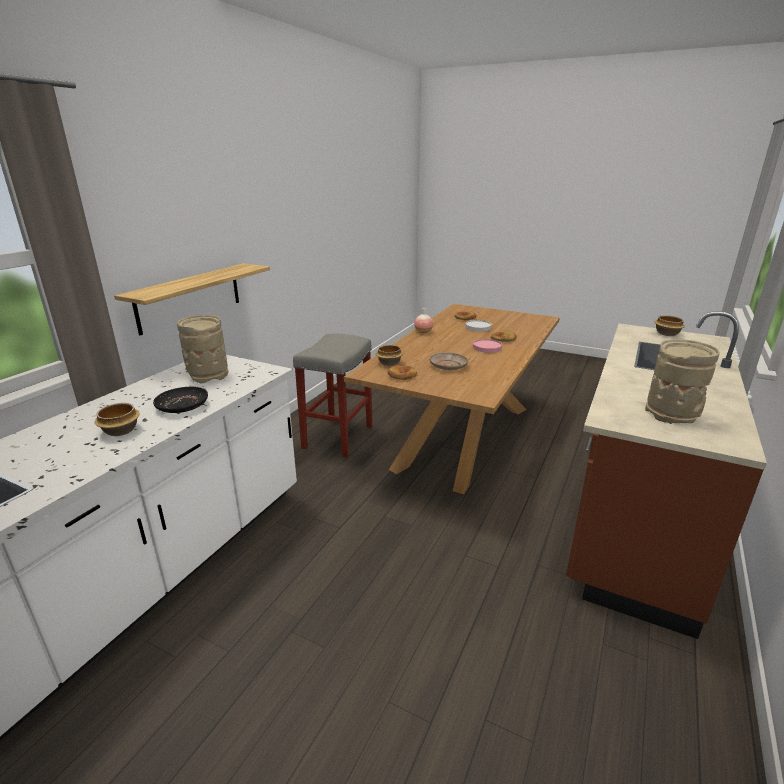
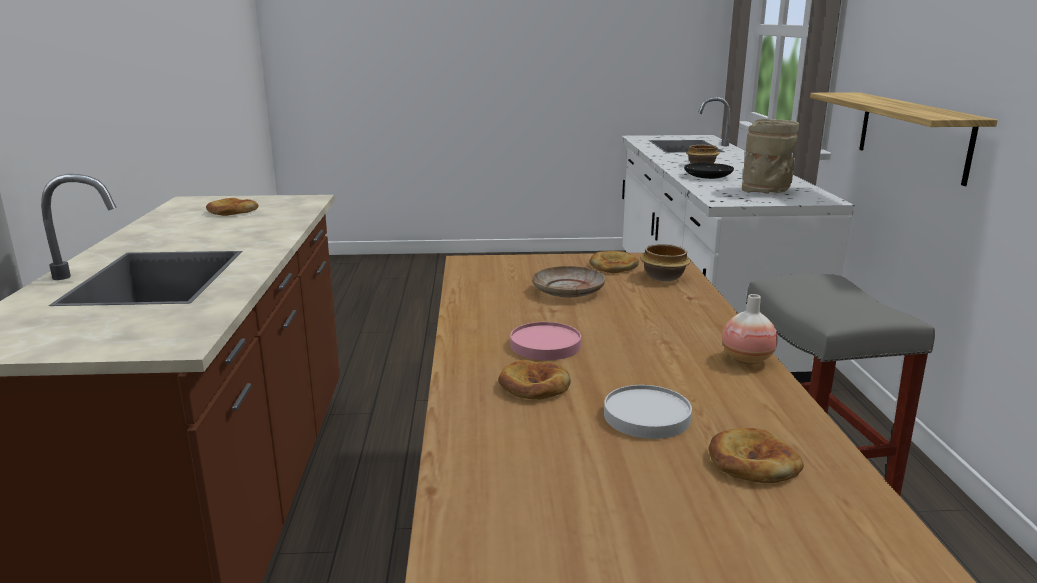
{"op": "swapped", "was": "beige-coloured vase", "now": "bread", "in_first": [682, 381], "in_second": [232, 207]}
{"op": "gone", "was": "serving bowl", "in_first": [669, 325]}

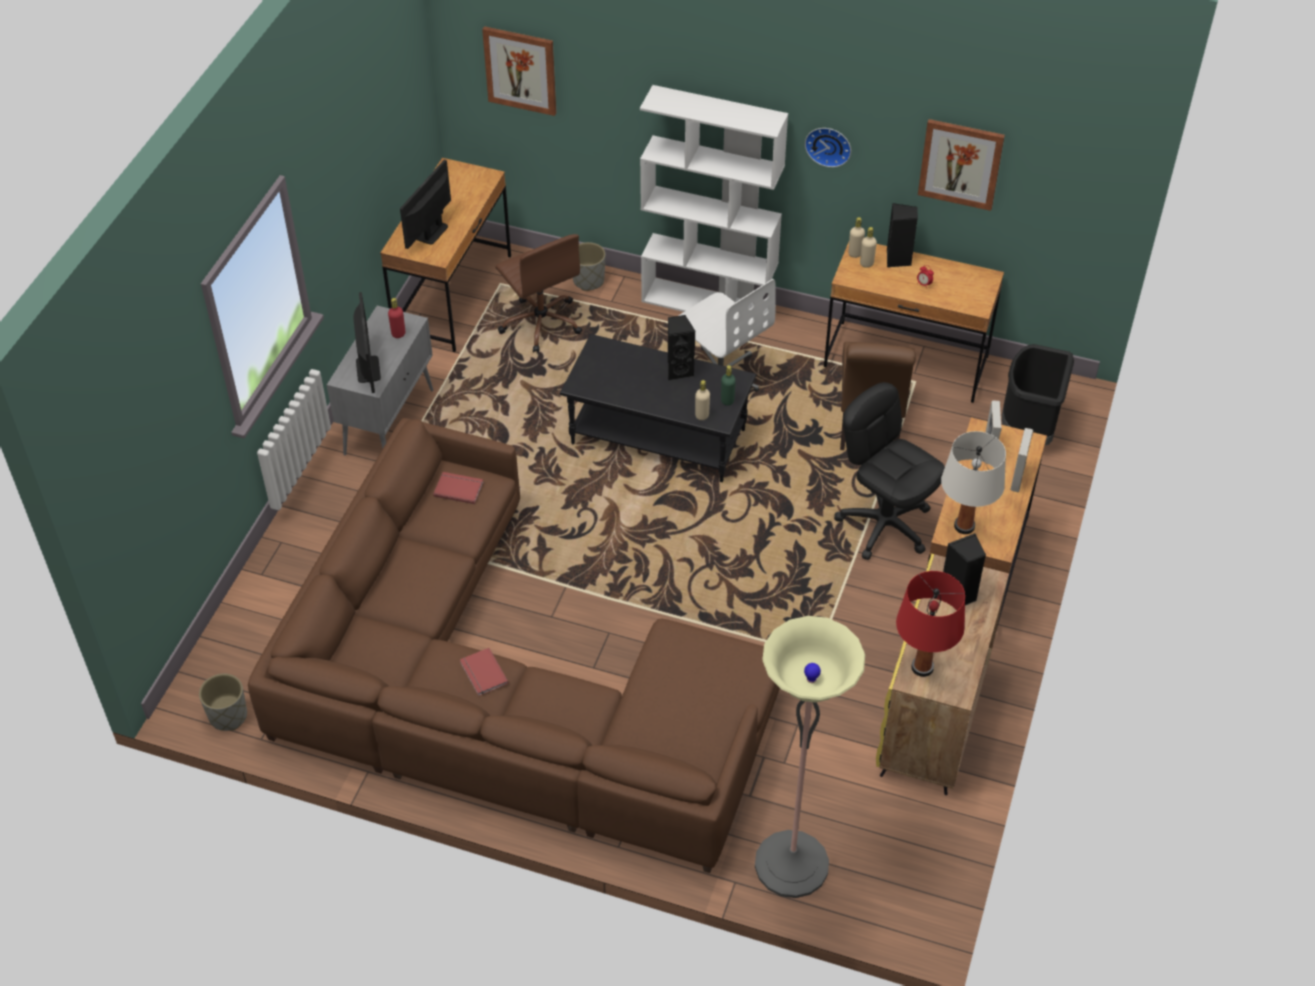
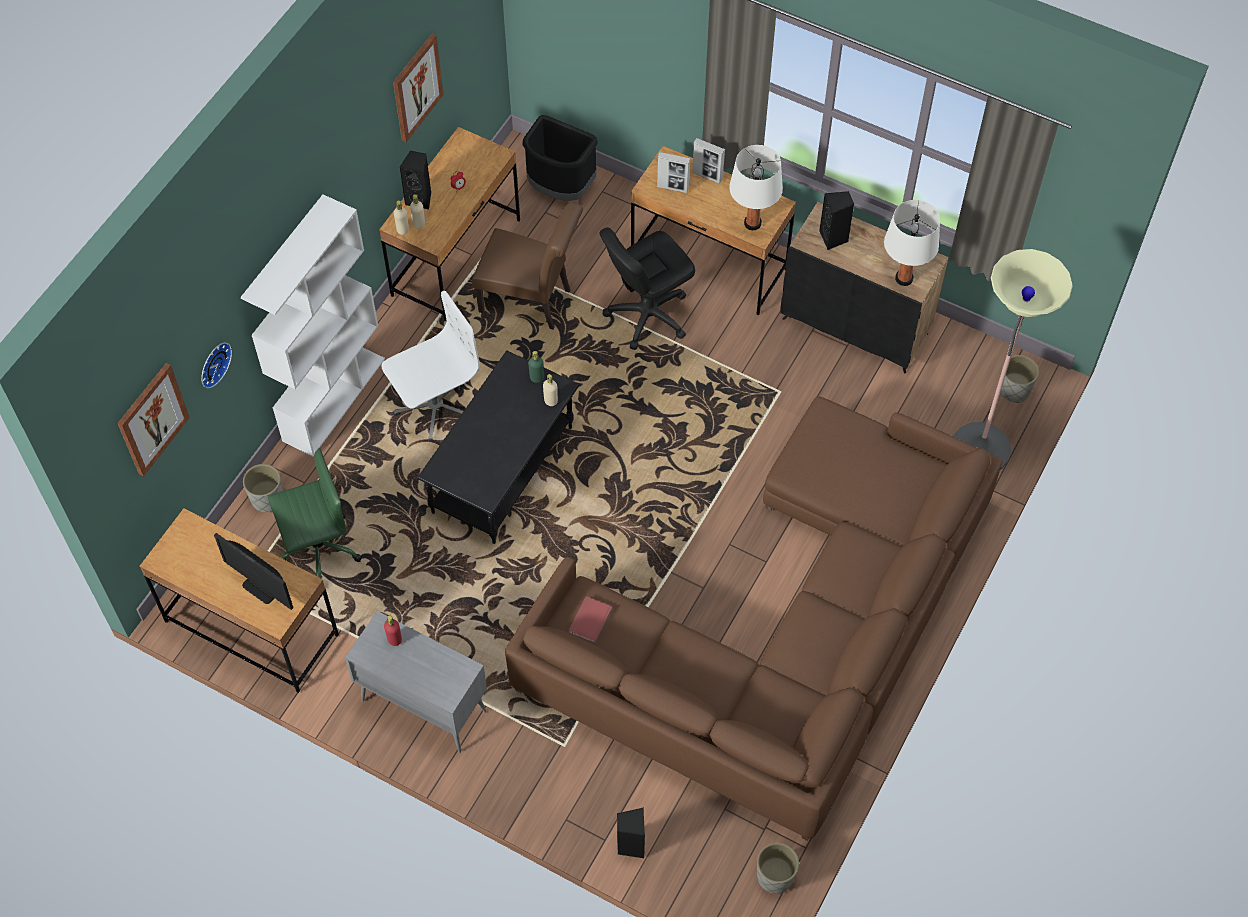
{"op": "gone", "was": "monitor", "in_first": [367, 342]}
{"op": "gone", "was": "red volume", "in_first": [484, 672]}
{"op": "repainted", "was": "brownish computer chair", "now": "green-coloured computer chair", "in_first": [539, 293], "in_second": [315, 513]}
{"op": "shifted", "was": "blackish speaker", "in_first": [681, 348], "in_second": [631, 832]}
{"op": "shifted", "was": "clock on the wall", "in_first": [828, 147], "in_second": [216, 365]}
{"op": "repainted", "was": "yellowish cupboard", "now": "blackish cupboard", "in_first": [942, 674], "in_second": [864, 287]}
{"op": "repainted", "was": "red table lamp", "now": "white table lamp", "in_first": [930, 624], "in_second": [912, 243]}
{"op": "new", "now": "grey plant pot", "in_second": [1019, 379]}

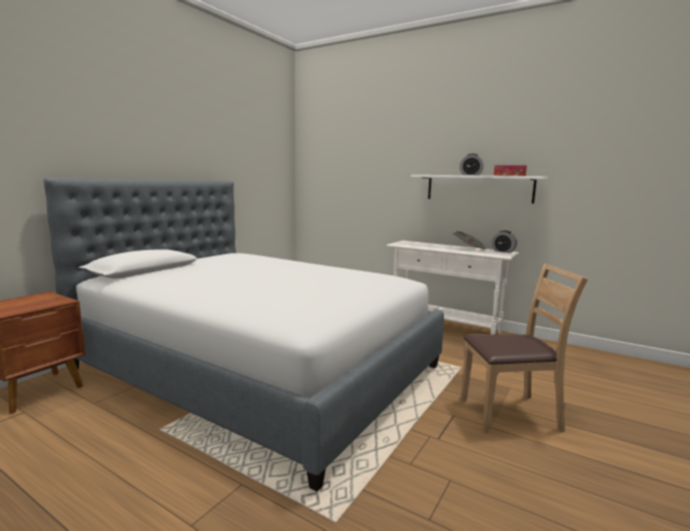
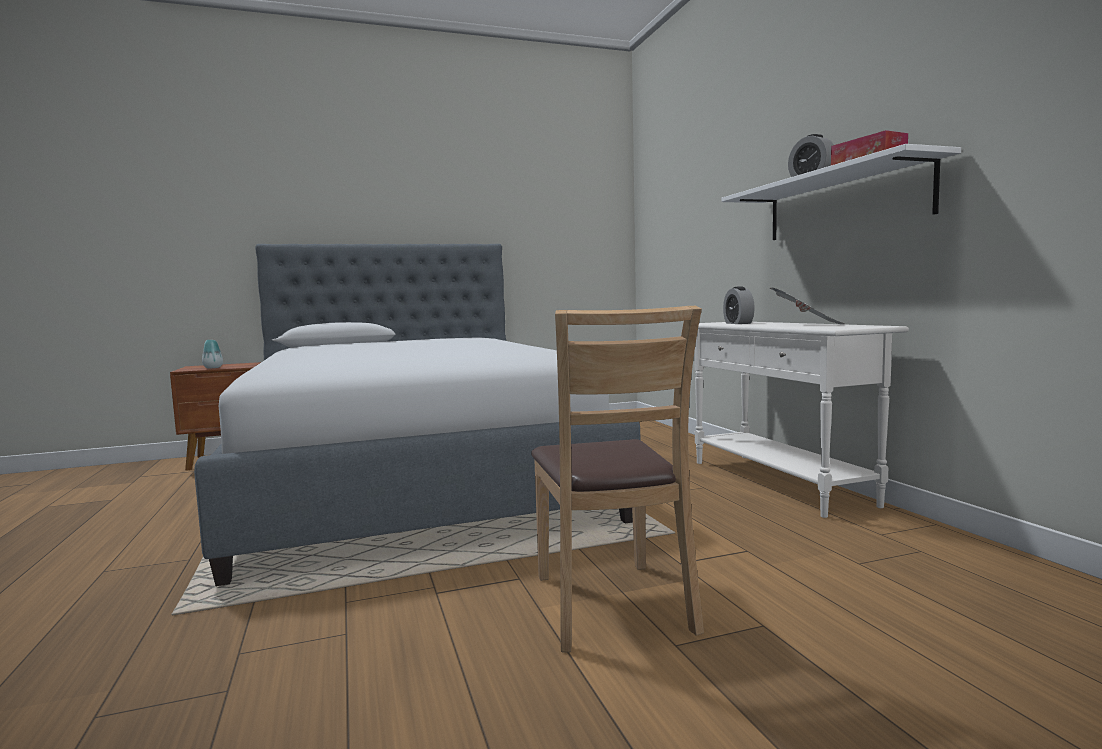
{"op": "rotated", "was": "brownish chair", "in_first": [524, 348], "in_second": [617, 479], "clockwise": 45}
{"op": "shifted", "was": "alarm clock", "in_first": [504, 241], "in_second": [739, 305]}
{"op": "new", "now": "vase", "in_second": [212, 354]}

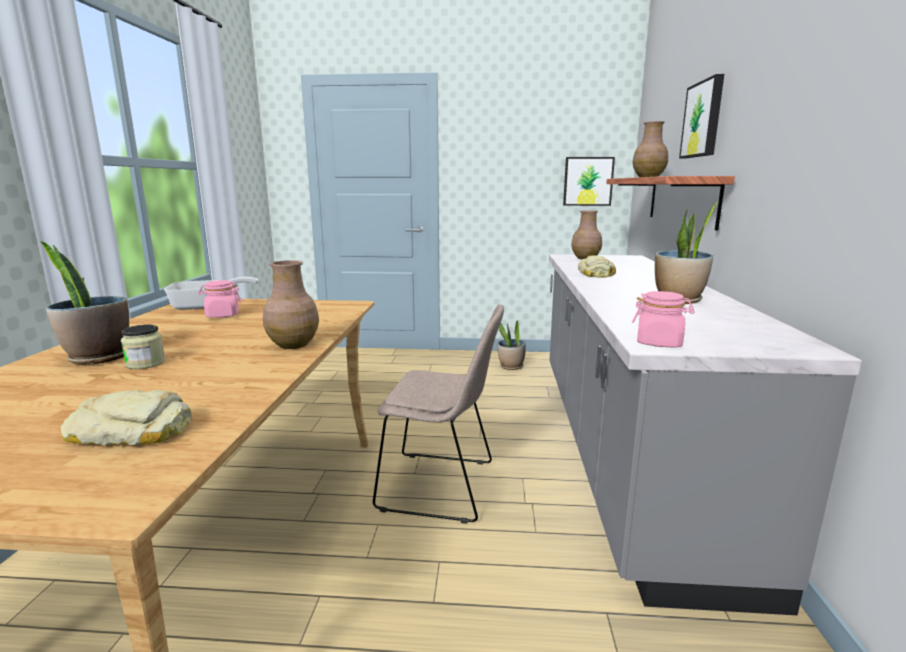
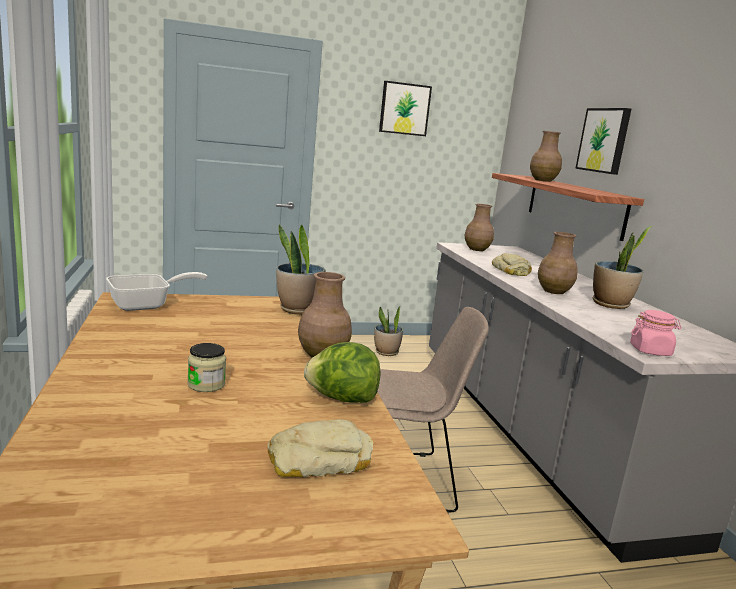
{"op": "shifted", "was": "plant in a pot", "in_first": [84, 303], "in_second": [300, 270]}
{"op": "gone", "was": "pink jar", "in_first": [219, 299]}
{"op": "shifted", "was": "picture", "in_first": [589, 181], "in_second": [405, 108]}
{"op": "new", "now": "head of lettuce", "in_second": [342, 372]}
{"op": "new", "now": "brownish vase", "in_second": [558, 263]}

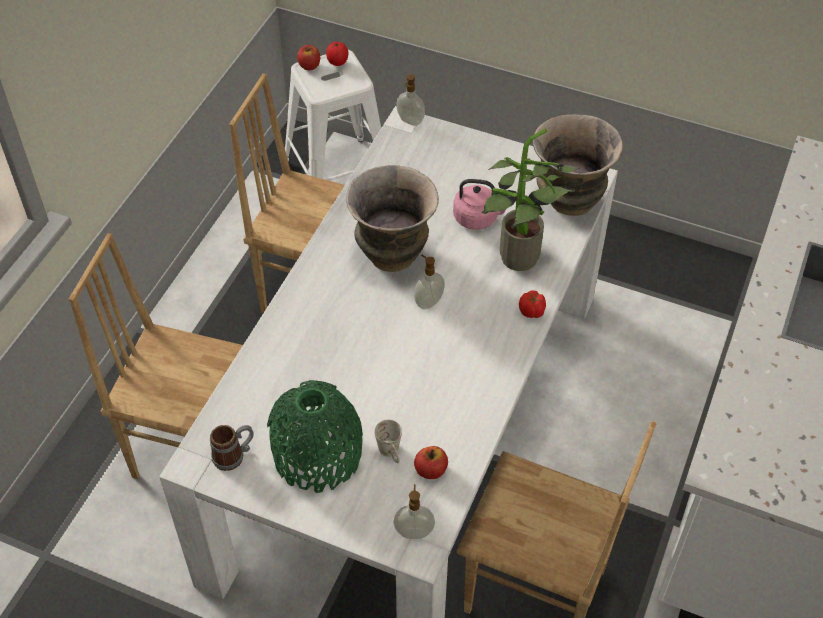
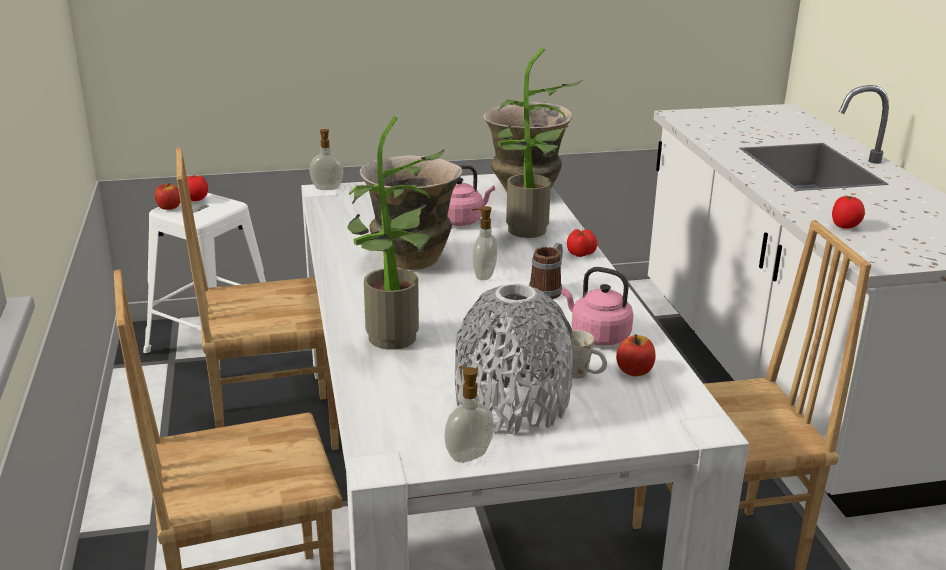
{"op": "shifted", "was": "mug", "in_first": [232, 448], "in_second": [546, 271]}
{"op": "repainted", "was": "green-coloured vase", "now": "grey vase", "in_first": [315, 436], "in_second": [514, 359]}
{"op": "shifted", "was": "soap bottle", "in_first": [414, 511], "in_second": [469, 414]}
{"op": "new", "now": "plant in a pot", "in_second": [395, 233]}
{"op": "new", "now": "pink water kettle", "in_second": [597, 306]}
{"op": "new", "now": "whole tomato", "in_second": [848, 212]}

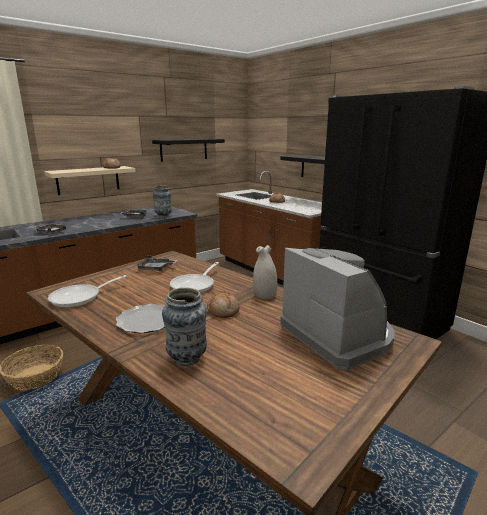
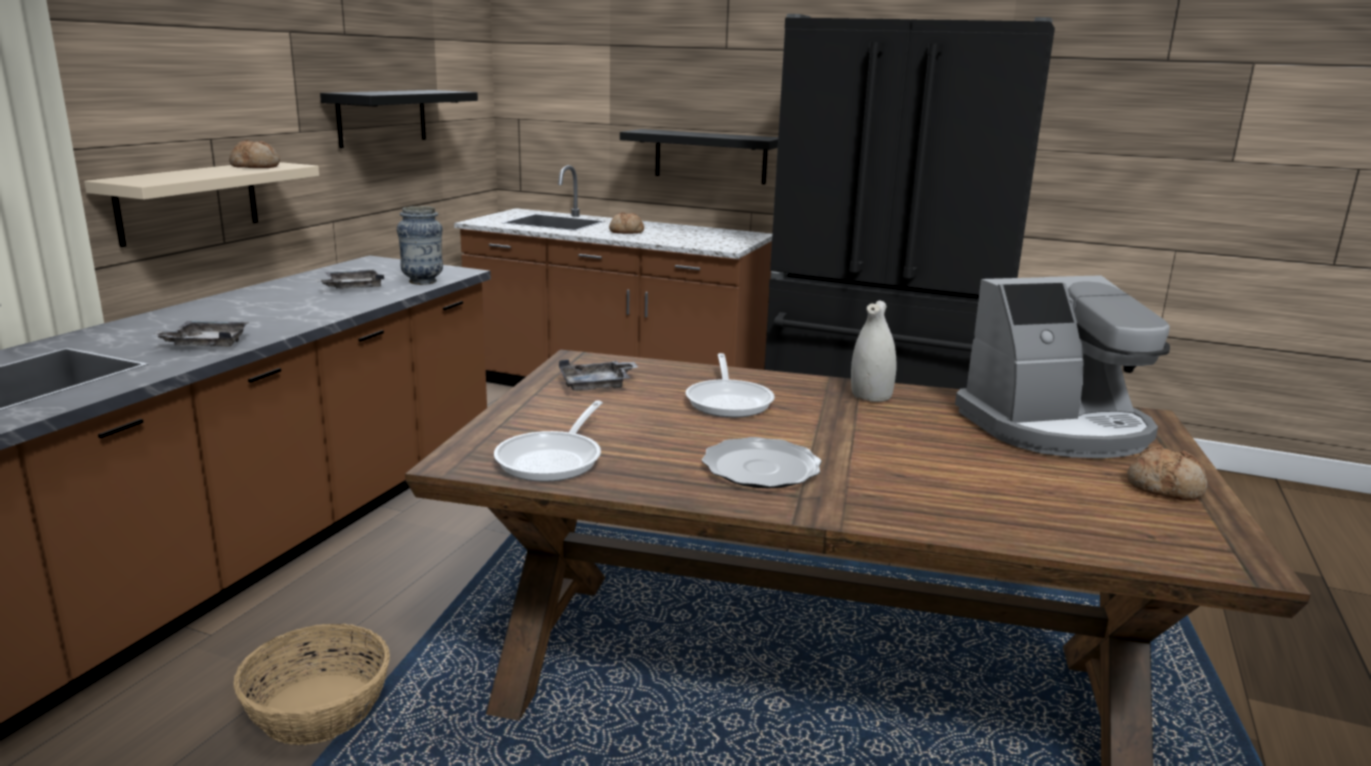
{"op": "gone", "was": "vase", "in_first": [184, 327]}
{"op": "shifted", "was": "bread", "in_first": [223, 304], "in_second": [1167, 473]}
{"op": "rotated", "was": "coffee maker", "in_first": [337, 309], "in_second": [1062, 366], "clockwise": 135}

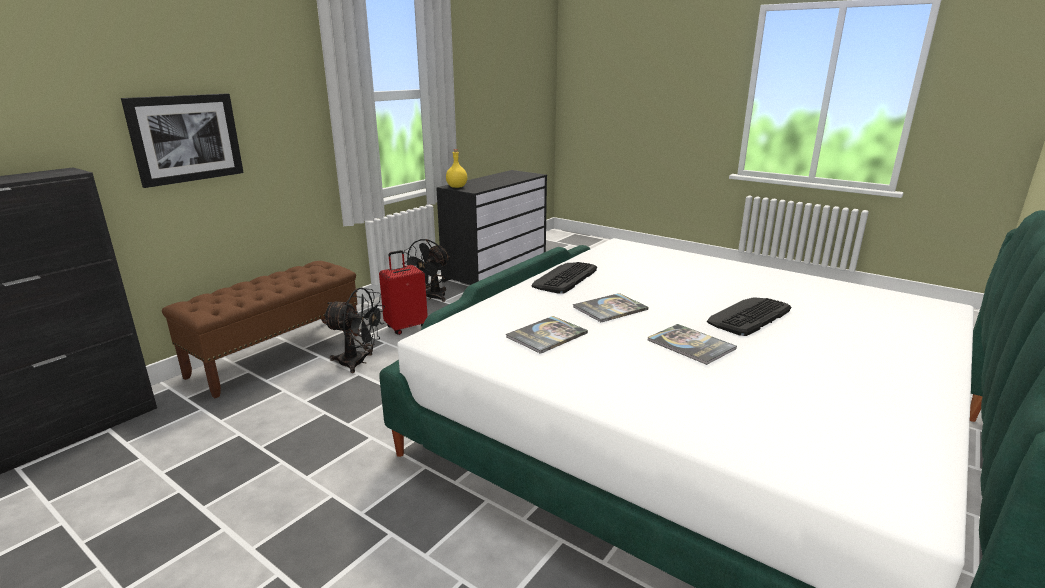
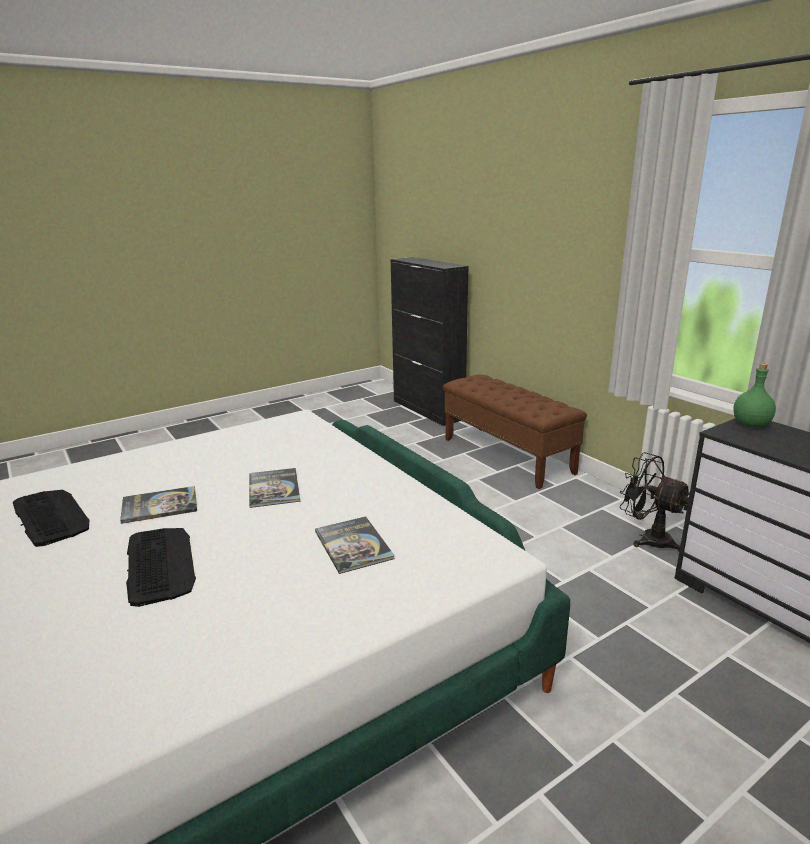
{"op": "gone", "was": "picture", "in_first": [182, 140]}
{"op": "gone", "was": "blackish cooling fan", "in_first": [353, 330]}
{"op": "gone", "was": "red piece of luggage", "in_first": [403, 292]}
{"op": "repainted", "was": "yellowish beverage bottle", "now": "green-coloured beverage bottle", "in_first": [456, 168], "in_second": [754, 395]}
{"op": "shifted", "was": "volume", "in_first": [547, 335], "in_second": [355, 545]}
{"op": "shifted", "was": "keyboard", "in_first": [564, 278], "in_second": [51, 518]}

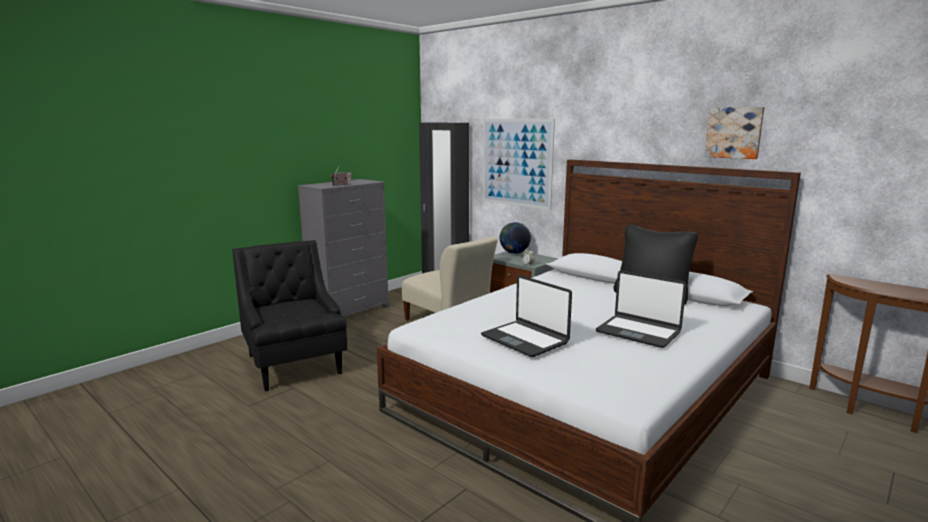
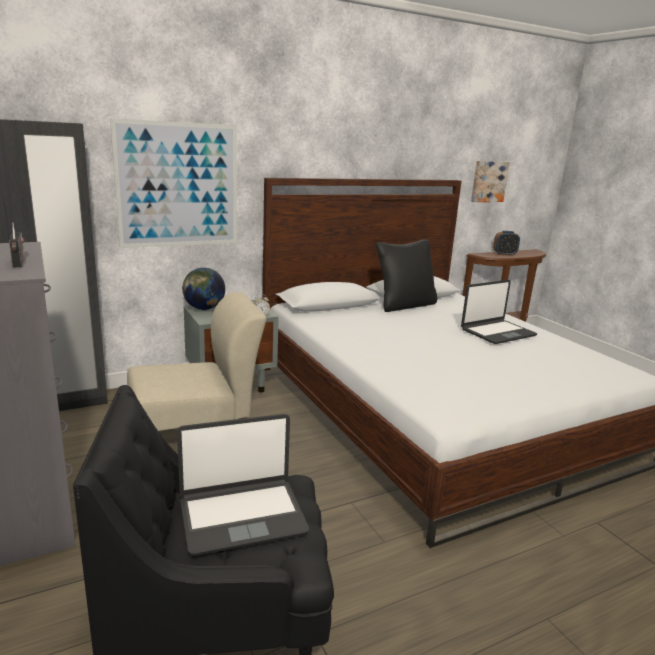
{"op": "shifted", "was": "portable computer", "in_first": [526, 316], "in_second": [243, 485]}
{"op": "shifted", "was": "picture", "in_first": [734, 133], "in_second": [490, 181]}
{"op": "new", "now": "alarm clock", "in_second": [506, 243]}

